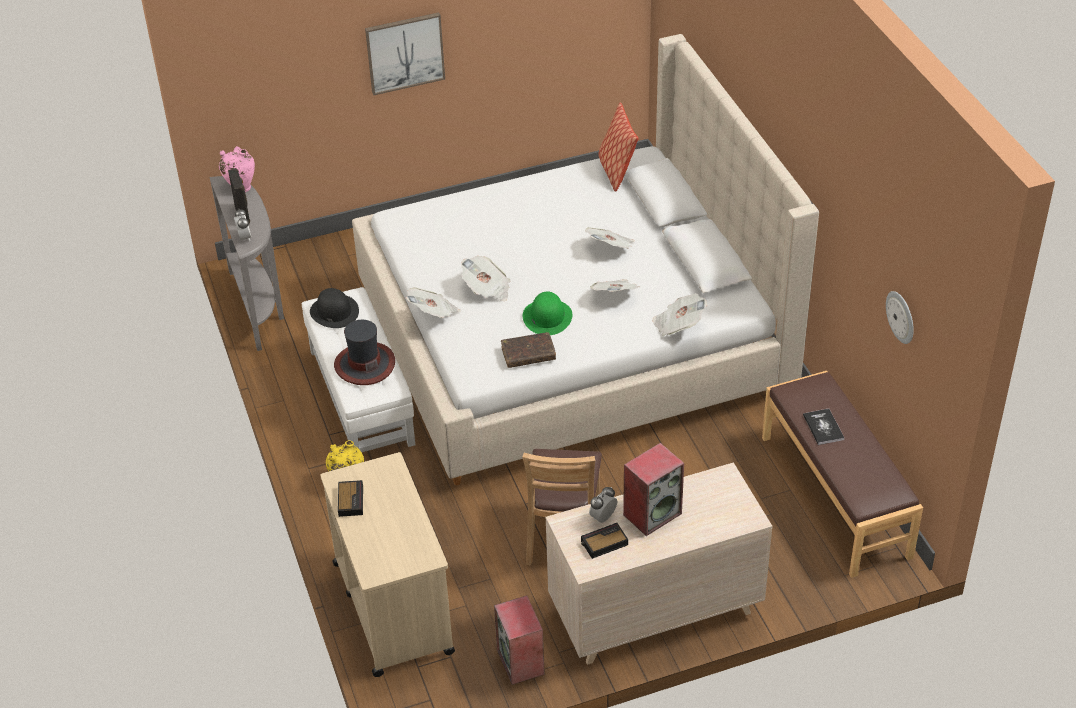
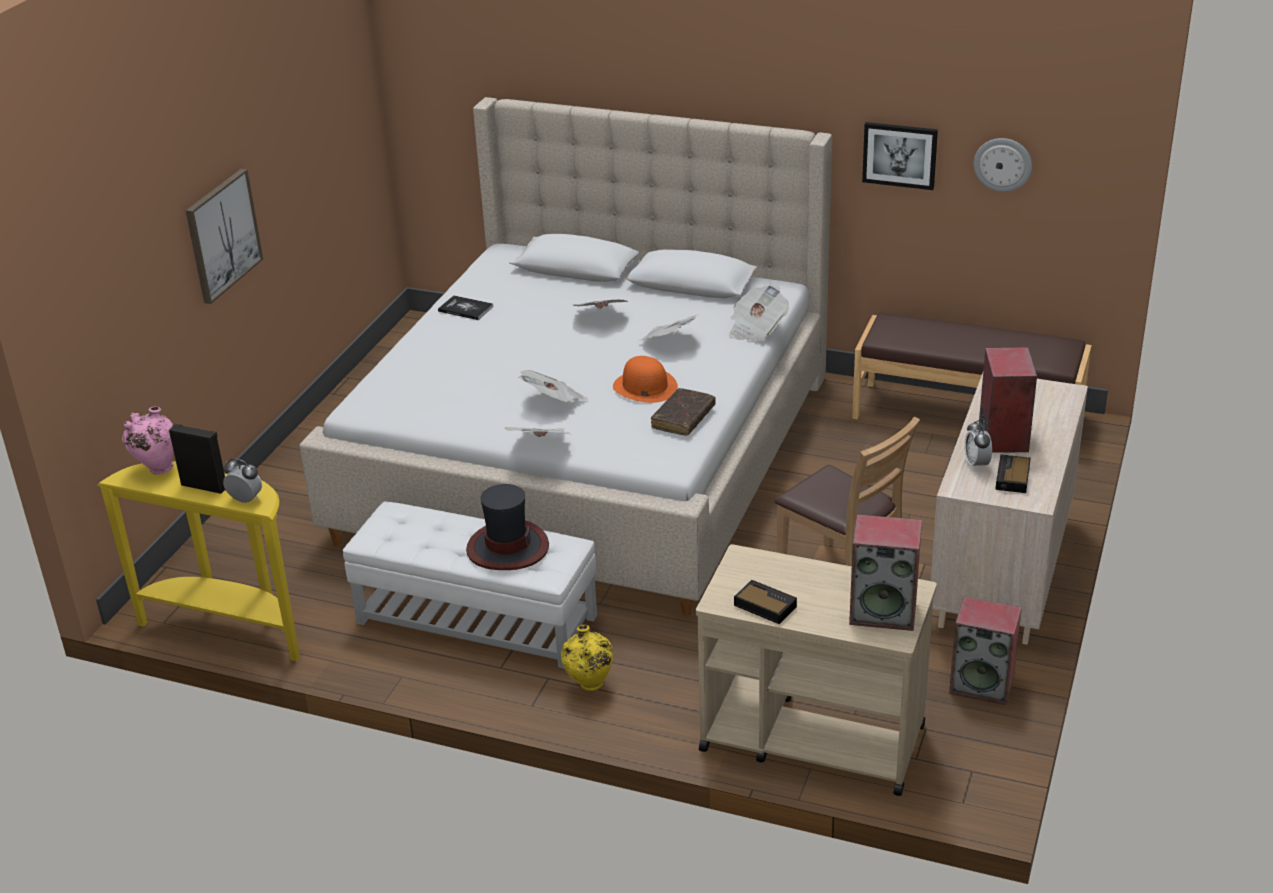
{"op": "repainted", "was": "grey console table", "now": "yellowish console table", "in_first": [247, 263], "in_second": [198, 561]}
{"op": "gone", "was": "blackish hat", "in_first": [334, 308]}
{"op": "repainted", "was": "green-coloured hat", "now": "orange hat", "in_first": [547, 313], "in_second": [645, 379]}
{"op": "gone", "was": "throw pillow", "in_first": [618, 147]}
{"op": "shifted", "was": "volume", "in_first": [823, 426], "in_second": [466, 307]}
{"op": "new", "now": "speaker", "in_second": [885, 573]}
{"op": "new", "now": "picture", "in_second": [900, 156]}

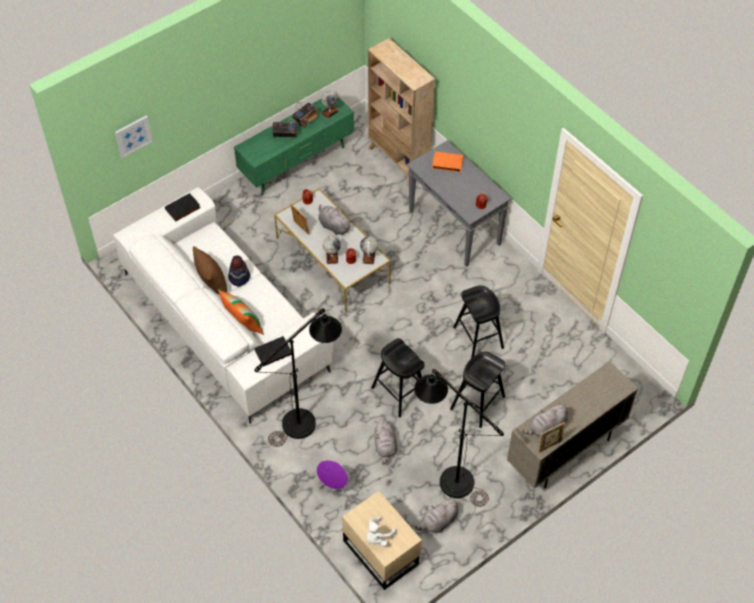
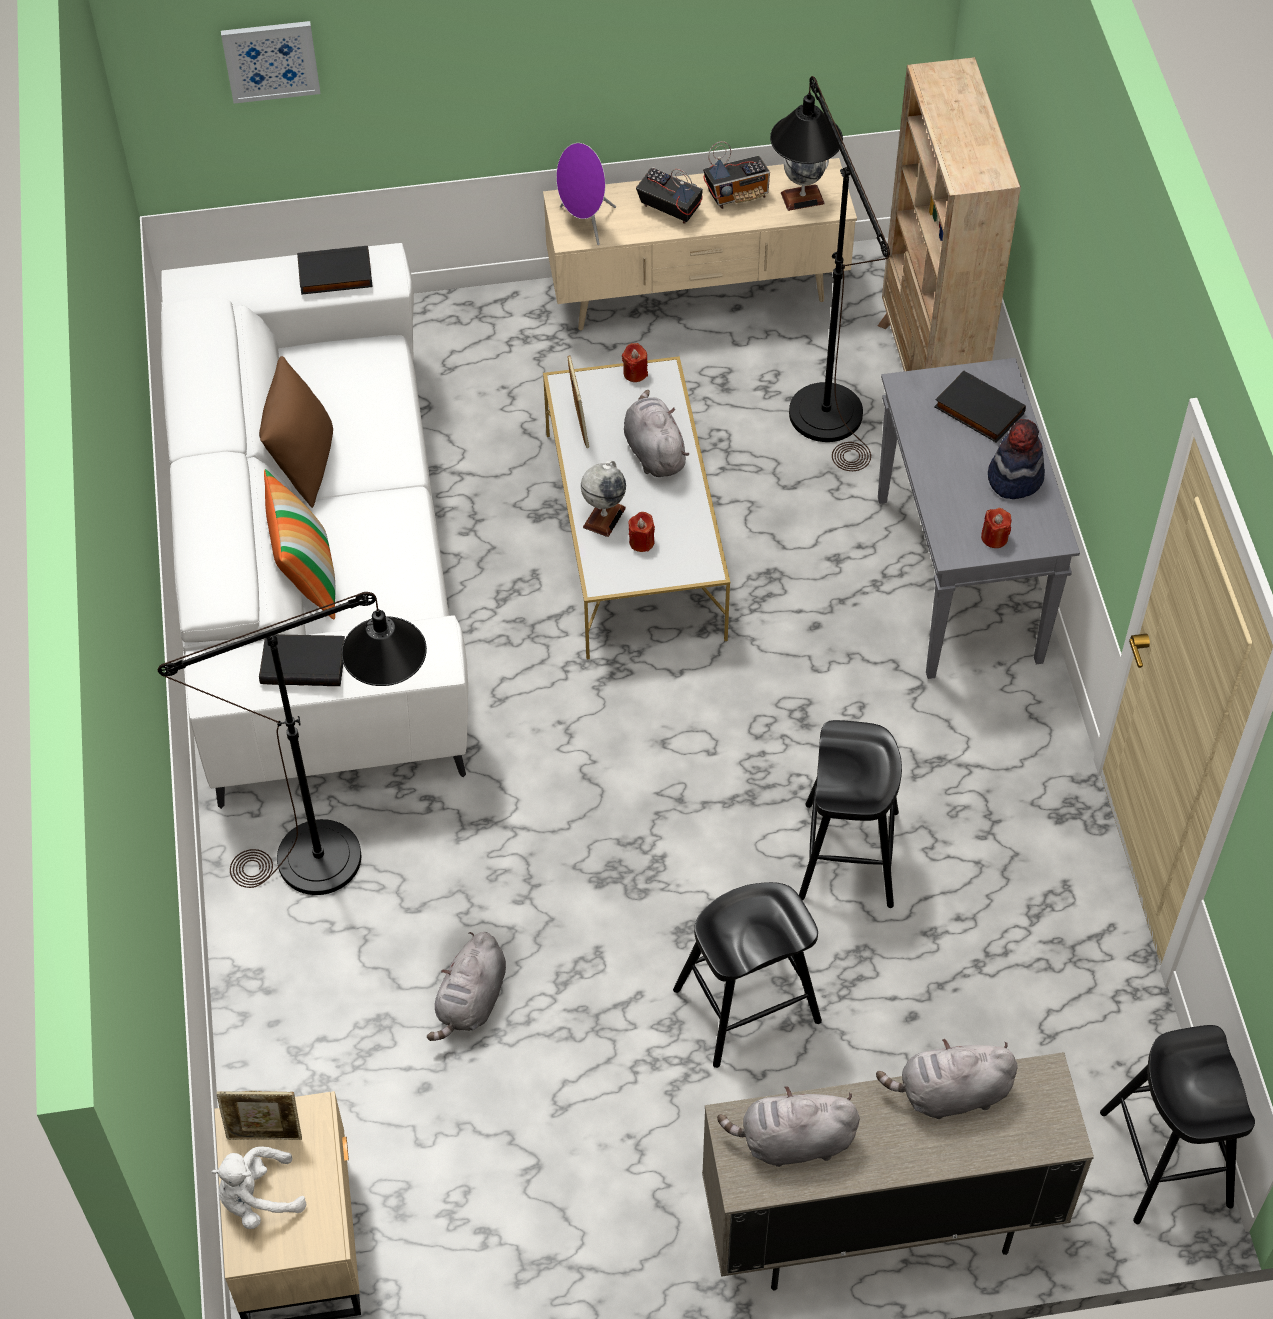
{"op": "shifted", "was": "hat", "in_first": [239, 270], "in_second": [1016, 459]}
{"op": "repainted", "was": "green-coloured media console", "now": "beige-coloured media console", "in_first": [294, 146], "in_second": [700, 244]}
{"op": "shifted", "was": "purple speaker", "in_first": [332, 477], "in_second": [586, 194]}
{"op": "gone", "was": "world globe", "in_first": [369, 250]}
{"op": "shifted", "was": "blackish sitting stool", "in_first": [398, 378], "in_second": [1177, 1124]}
{"op": "shifted", "was": "blackish floor lamp", "in_first": [459, 438], "in_second": [830, 273]}
{"op": "shifted", "was": "grey cuddly toy", "in_first": [437, 515], "in_second": [947, 1079]}
{"op": "repainted", "was": "orange volume", "now": "blackish volume", "in_first": [447, 162], "in_second": [980, 406]}
{"op": "shifted", "was": "picture frame", "in_first": [552, 437], "in_second": [259, 1115]}

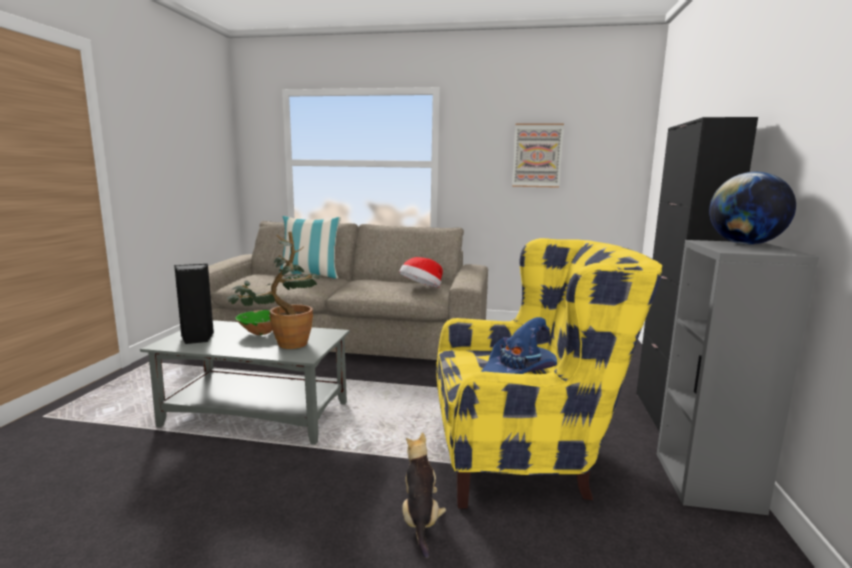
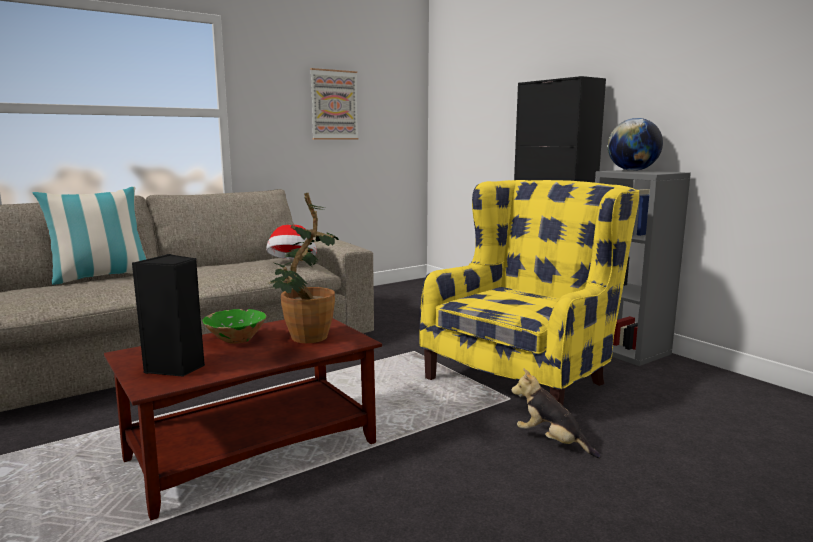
{"op": "repainted", "was": "grey lounge table", "now": "brownish lounge table", "in_first": [245, 382], "in_second": [243, 419]}
{"op": "gone", "was": "bluish hat", "in_first": [519, 345]}

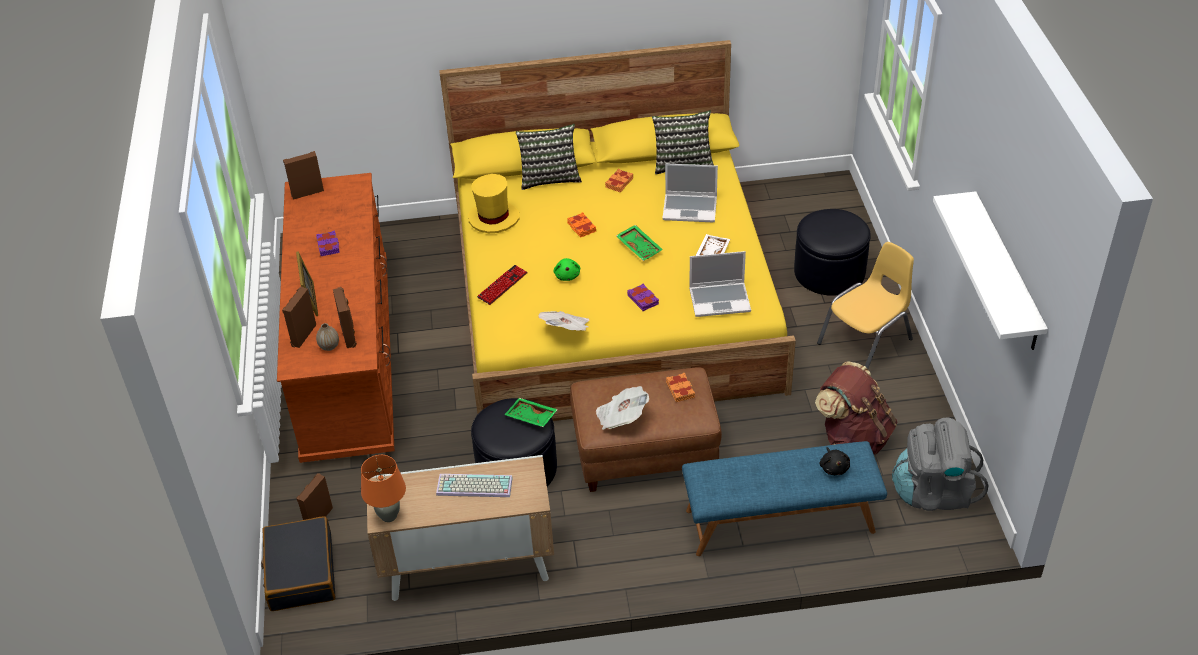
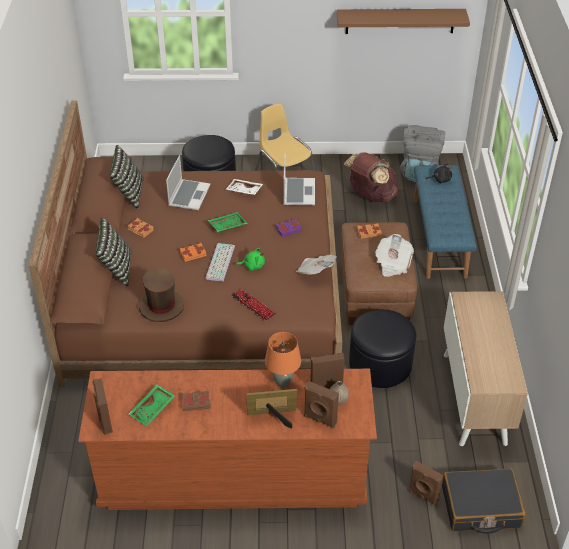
{"op": "repainted", "was": "purple volume", "now": "brownish volume", "in_first": [328, 243], "in_second": [196, 401]}
{"op": "shifted", "was": "orange table lamp", "in_first": [383, 488], "in_second": [283, 360]}
{"op": "shifted", "was": "keyboard", "in_first": [474, 485], "in_second": [220, 262]}
{"op": "repainted", "was": "yellowish sleeping bed", "now": "brownish sleeping bed", "in_first": [617, 230], "in_second": [185, 244]}
{"op": "repainted", "was": "yellowish hat", "now": "brownish hat", "in_first": [494, 203], "in_second": [161, 295]}
{"op": "shifted", "was": "green-coloured serving tray", "in_first": [531, 412], "in_second": [151, 405]}
{"op": "repainted", "was": "white wall shelf", "now": "brownish wall shelf", "in_first": [990, 270], "in_second": [403, 21]}

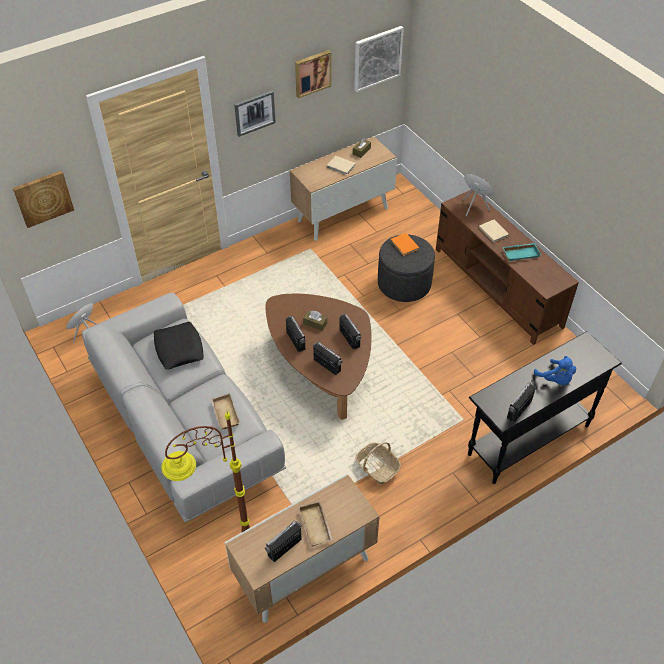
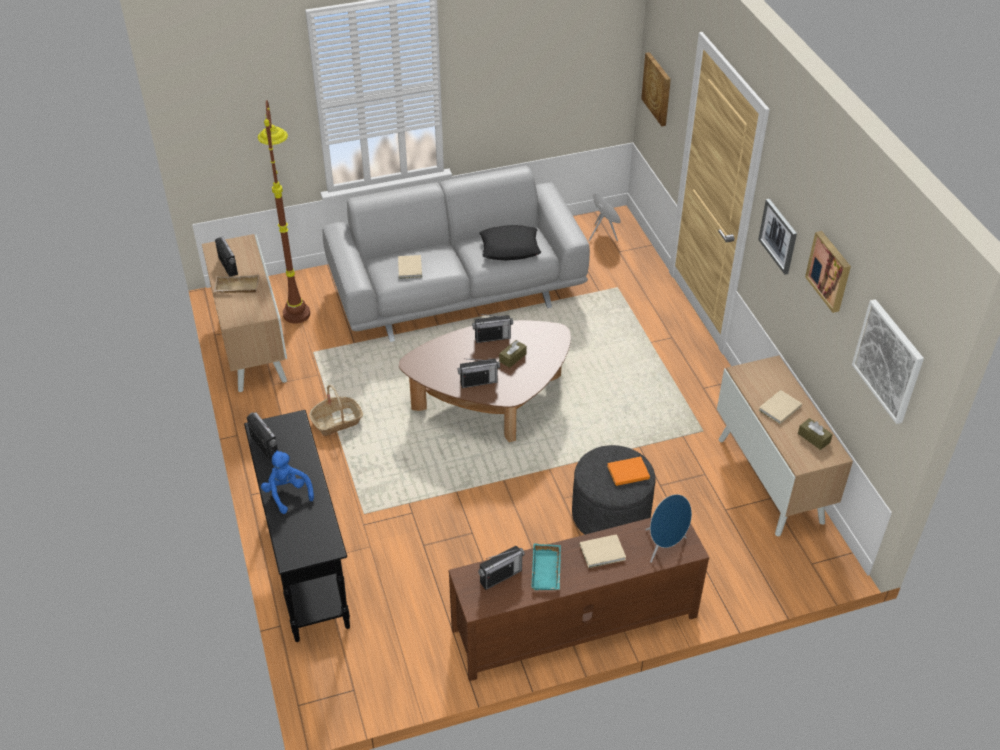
{"op": "swapped", "was": "beige-coloured serving tray", "now": "beige-coloured volume", "in_first": [225, 411], "in_second": [410, 267]}
{"op": "shifted", "was": "radio", "in_first": [328, 358], "in_second": [501, 568]}
{"op": "rotated", "was": "bluish cuddly toy", "in_first": [555, 370], "in_second": [287, 482], "clockwise": 75}

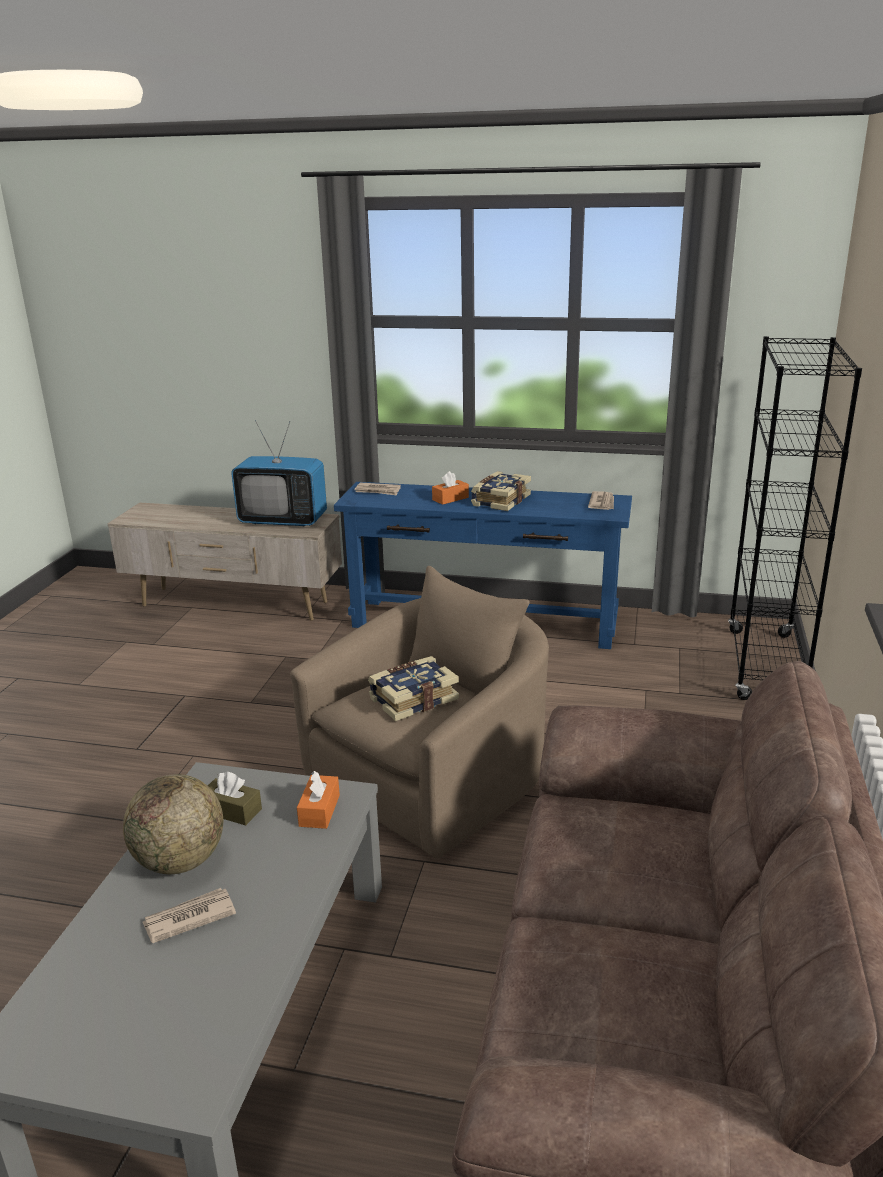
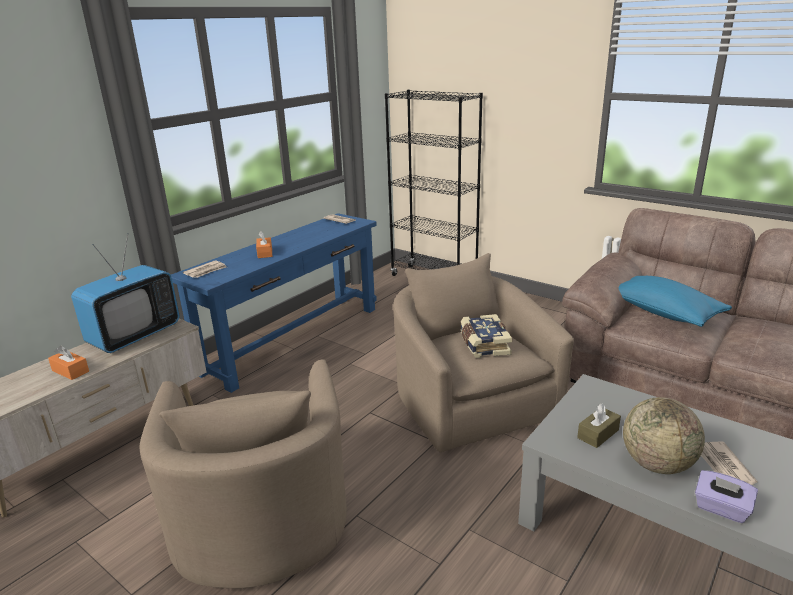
{"op": "shifted", "was": "orange tissue holder", "in_first": [318, 800], "in_second": [68, 363]}
{"op": "gone", "was": "volume", "in_first": [501, 491]}
{"op": "new", "now": "beige-coloured easy chair", "in_second": [243, 473]}
{"op": "new", "now": "bluish throw pillow", "in_second": [675, 301]}
{"op": "new", "now": "purple tissue holder", "in_second": [726, 496]}

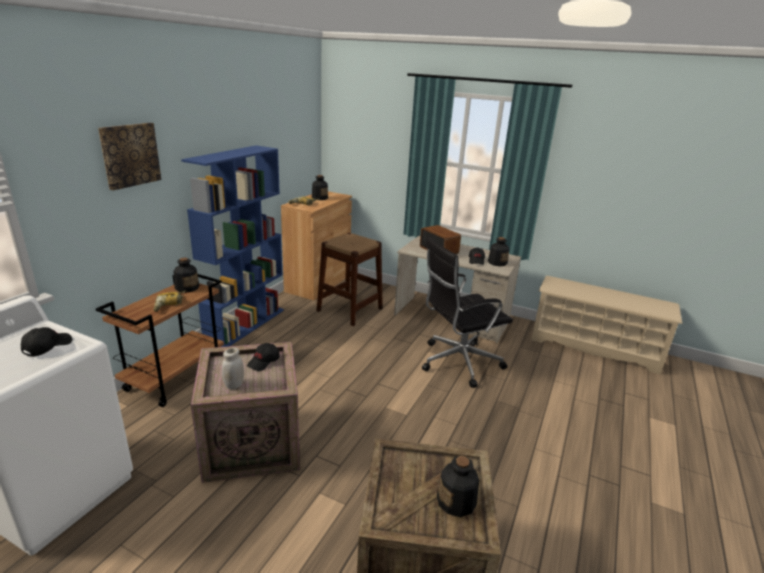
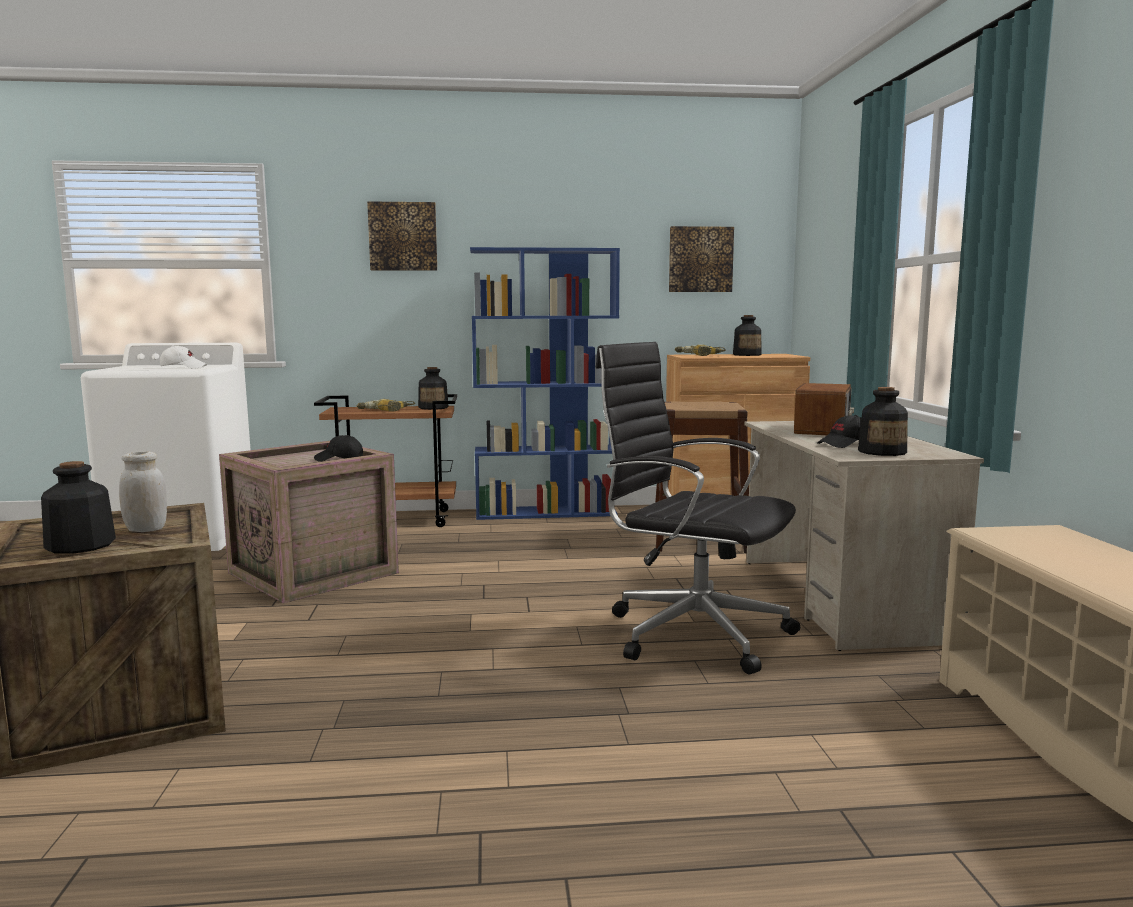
{"op": "repainted", "was": "blackish cap", "now": "white cap", "in_first": [46, 342], "in_second": [183, 357]}
{"op": "shifted", "was": "white jar", "in_first": [233, 368], "in_second": [143, 492]}
{"op": "new", "now": "picture", "in_second": [701, 259]}

